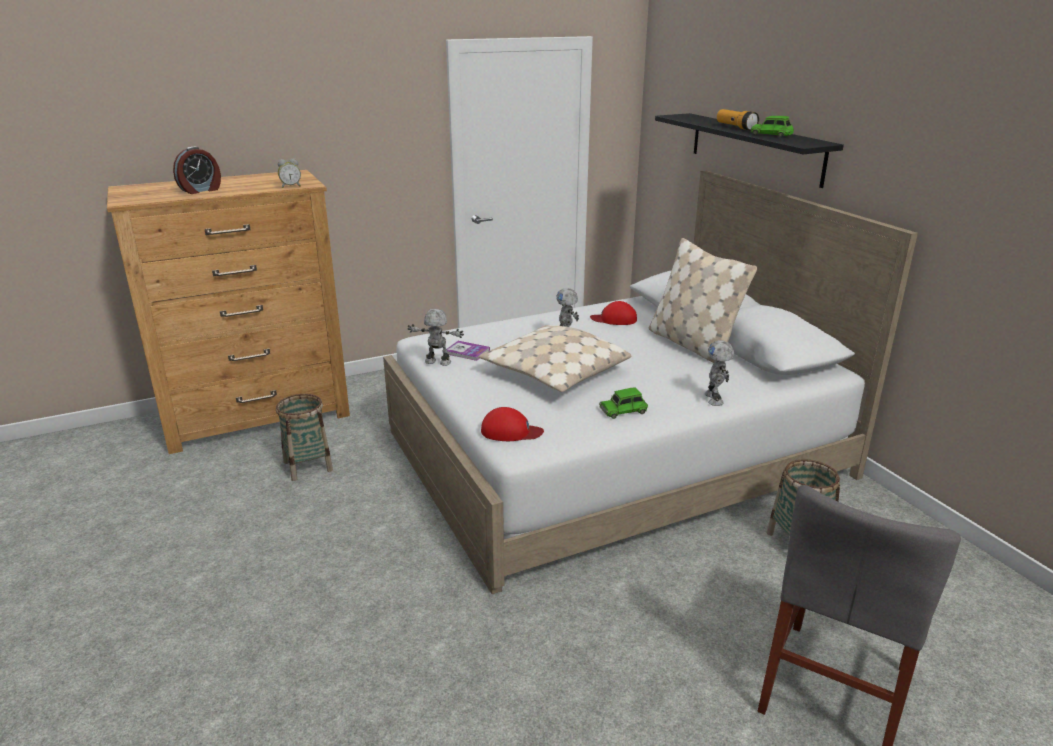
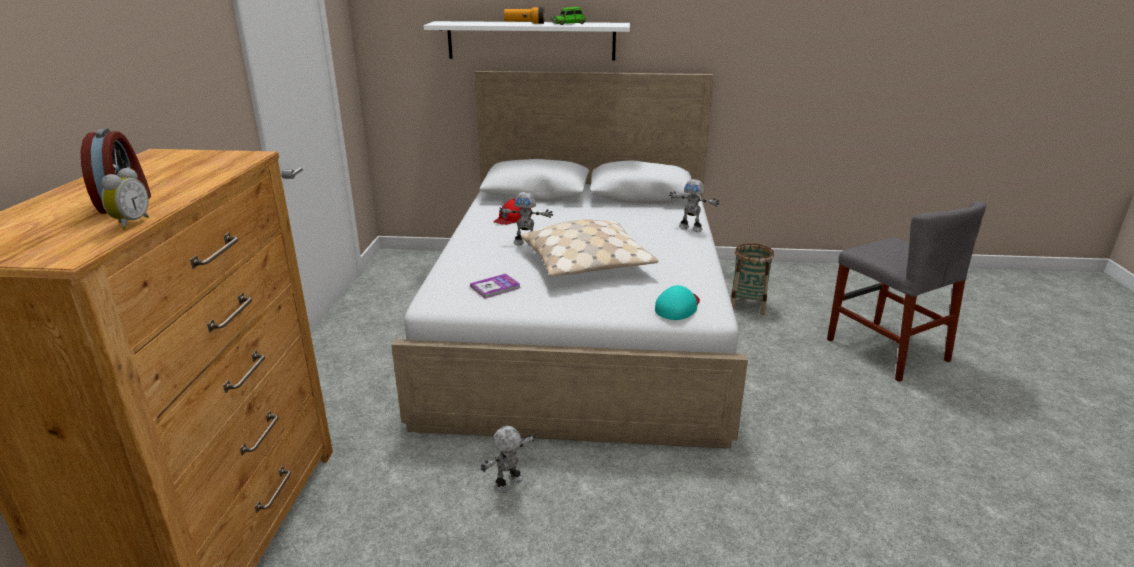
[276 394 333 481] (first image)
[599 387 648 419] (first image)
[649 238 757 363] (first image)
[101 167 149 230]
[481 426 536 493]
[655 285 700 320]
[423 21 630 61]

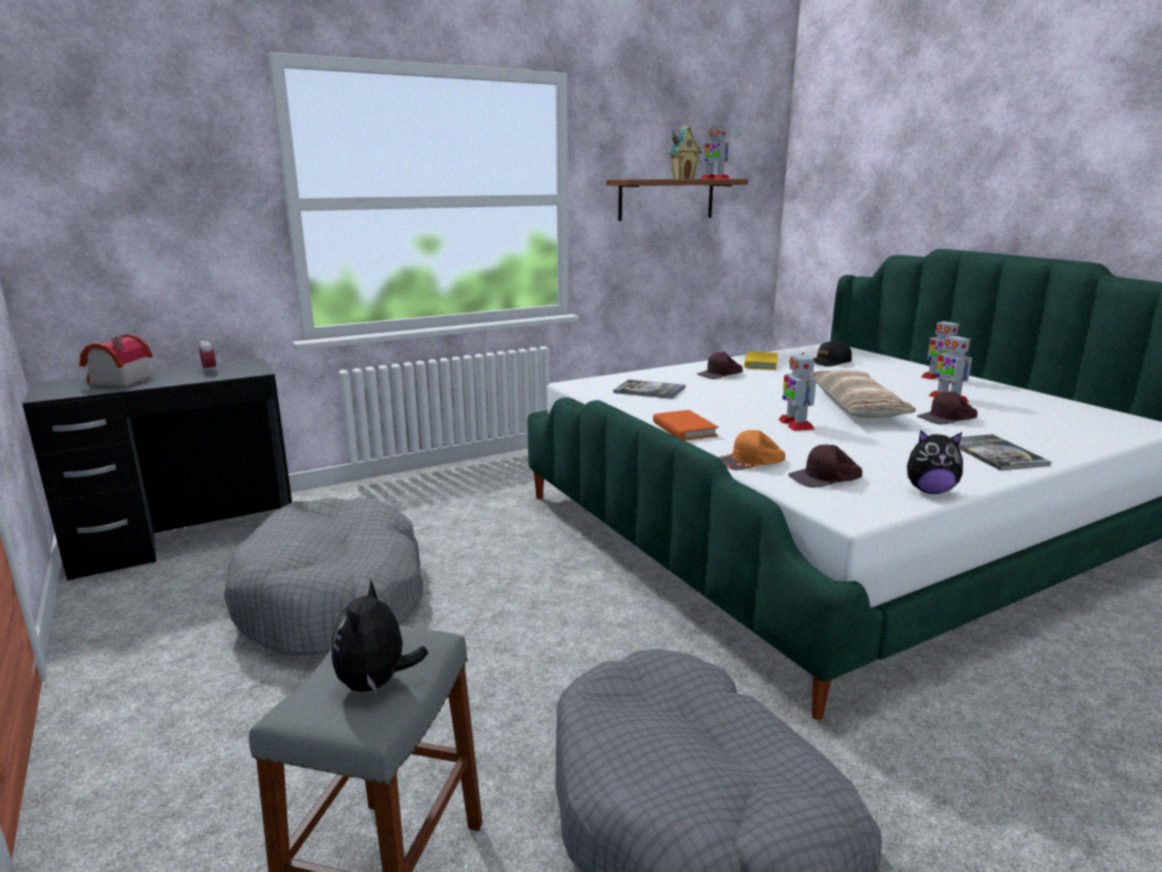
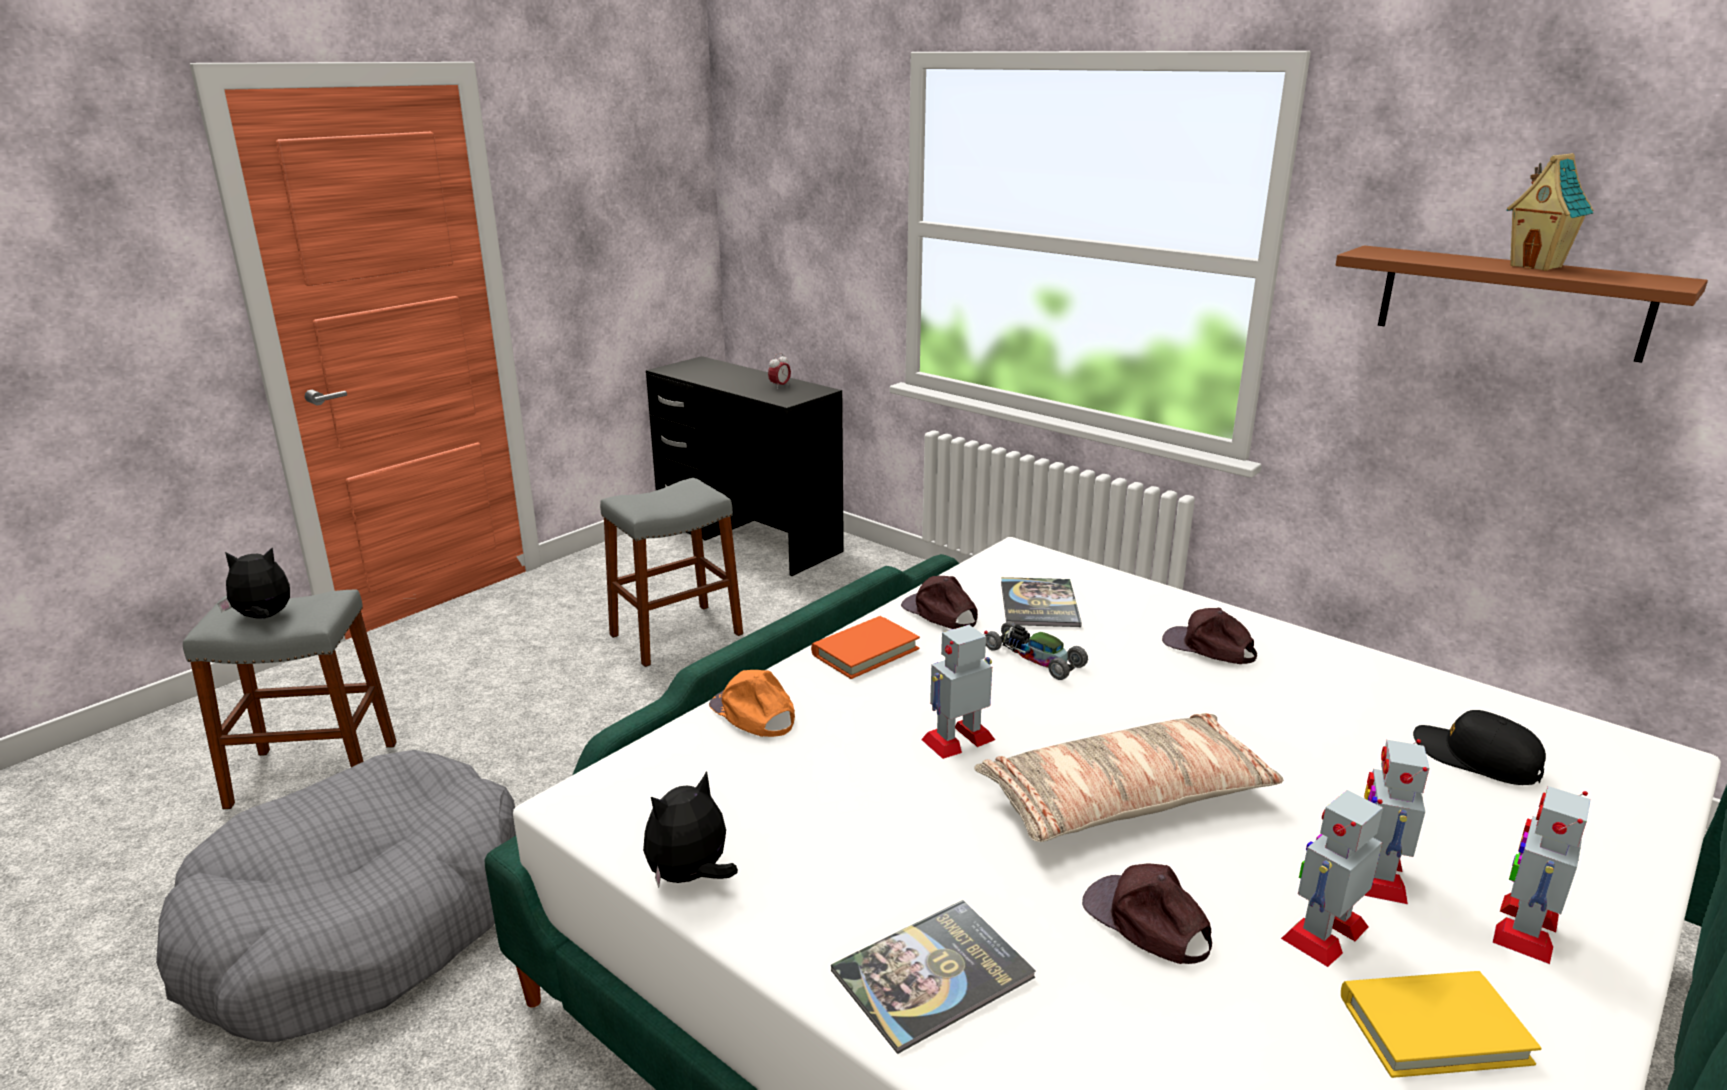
[79 334 153 387] (first image)
[985 621 1088 680]
[1364 739 1429 904]
[1341 971 1542 1078]
[901 576 978 629]
[600 478 743 667]
[643 771 738 888]

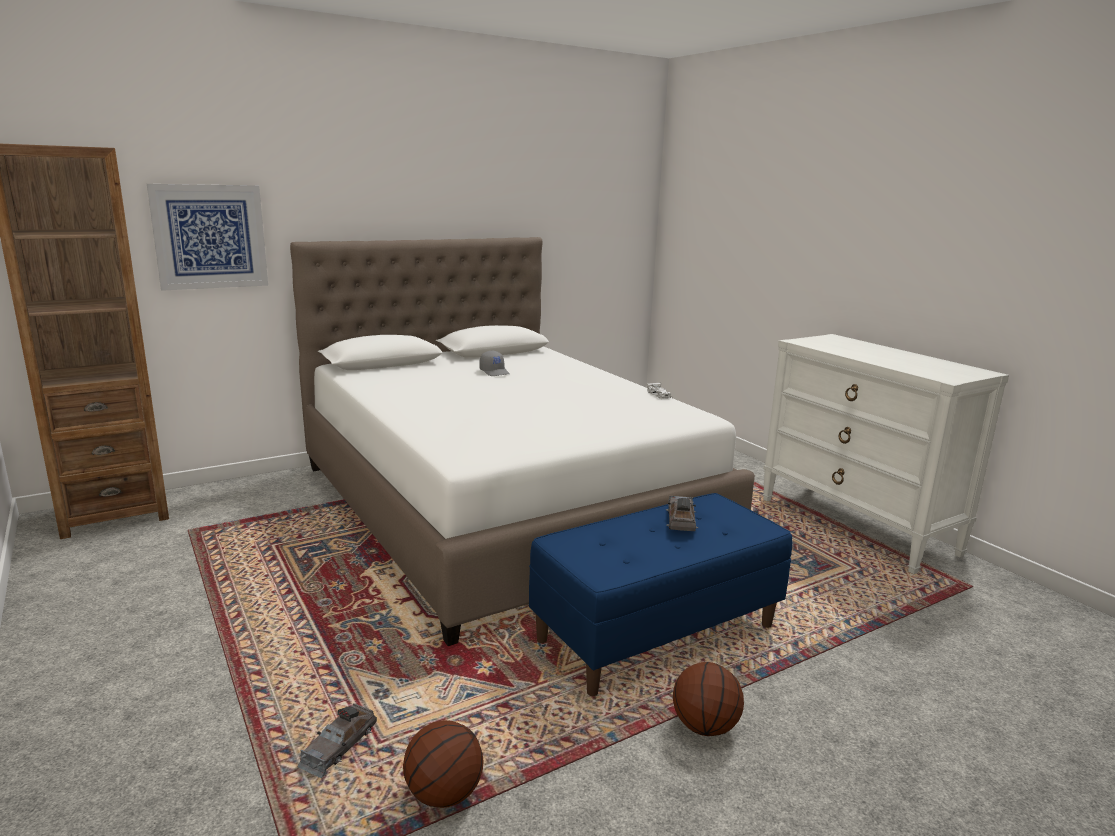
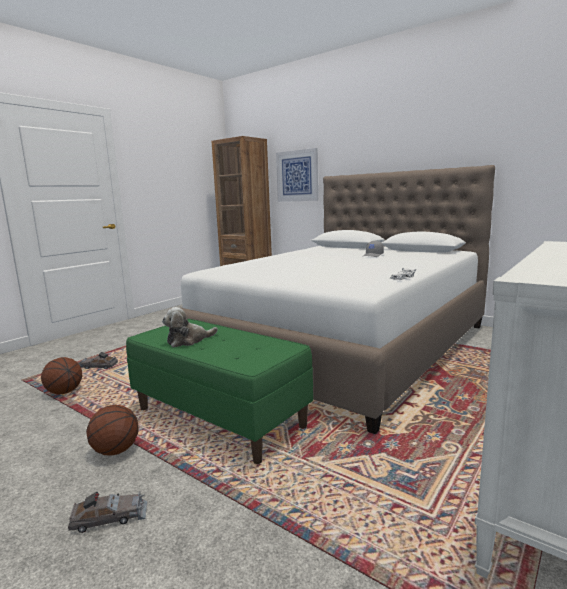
[162 307 218 347]
[68 491 147 533]
[126 319 313 464]

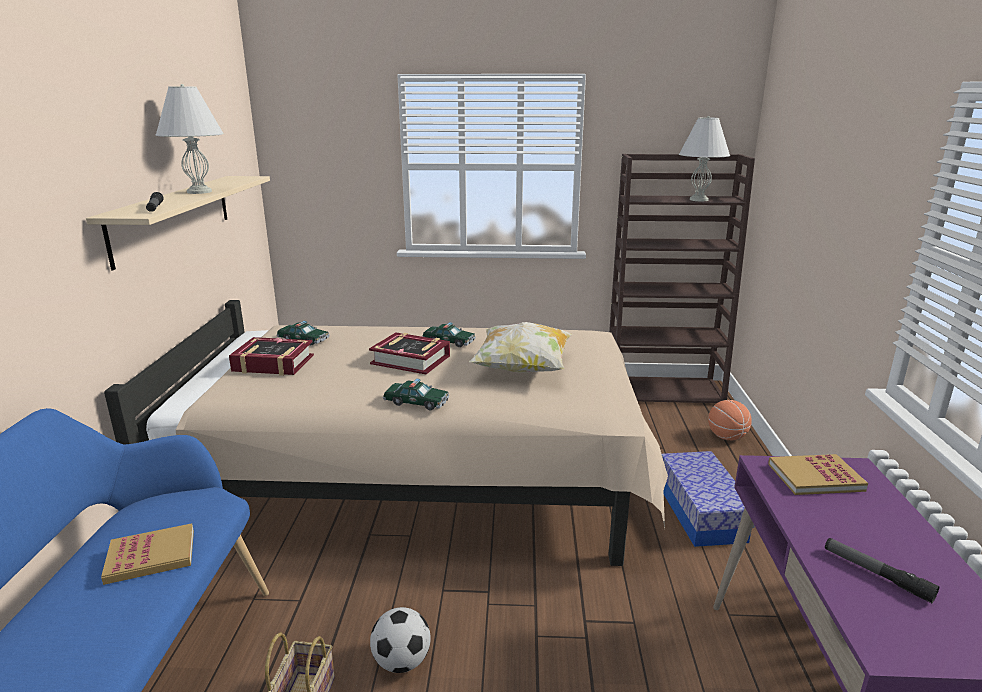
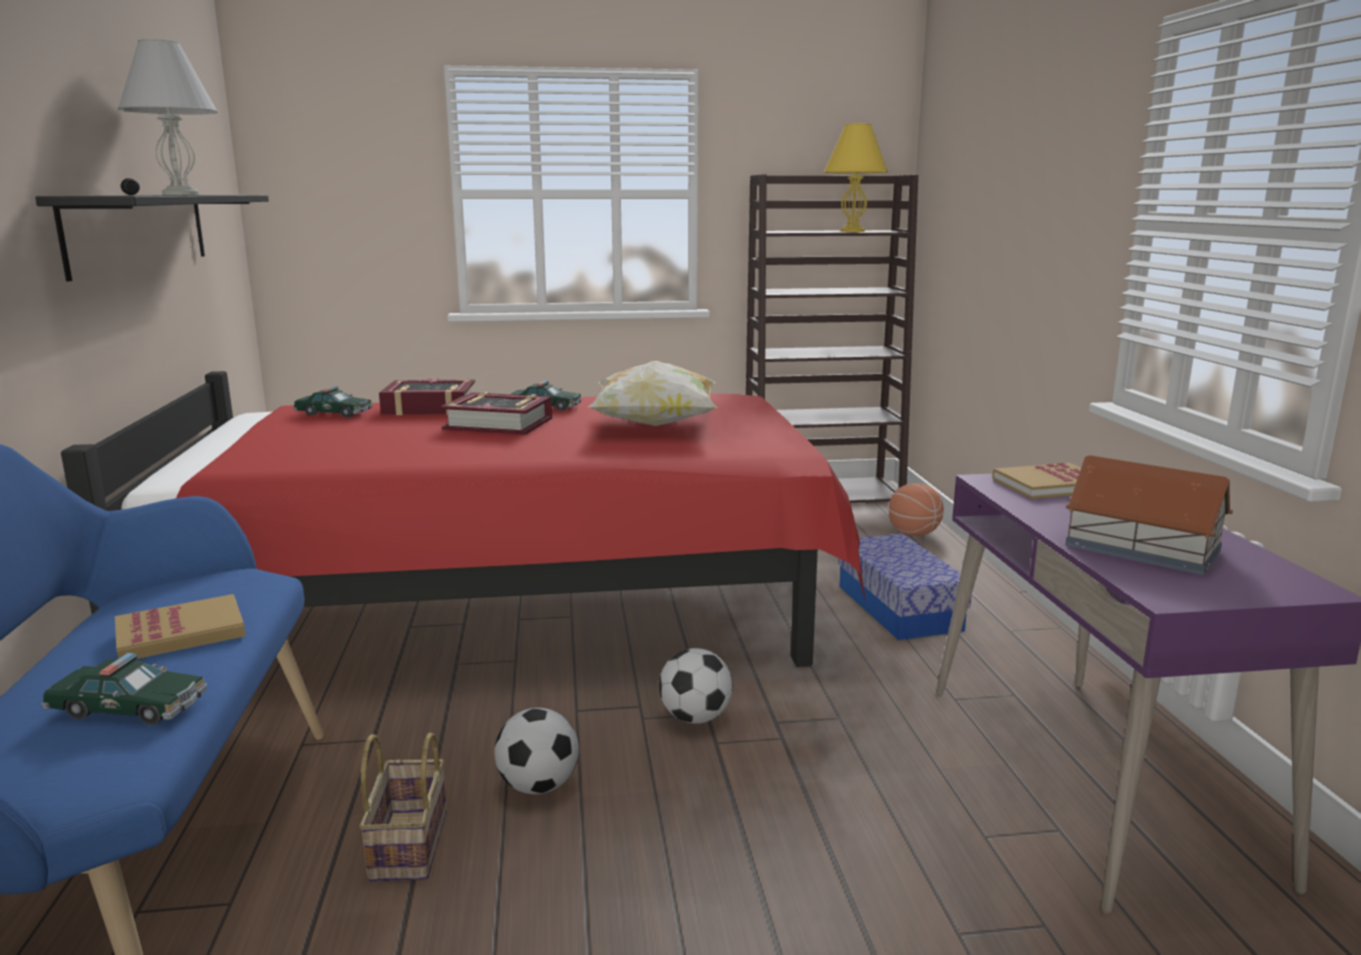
[659 648 733 724]
[379 378 475 415]
[41 653 207 725]
[1065 455 1233 575]
[35 195 269 282]
[61 371 866 667]
[824 122 888 232]

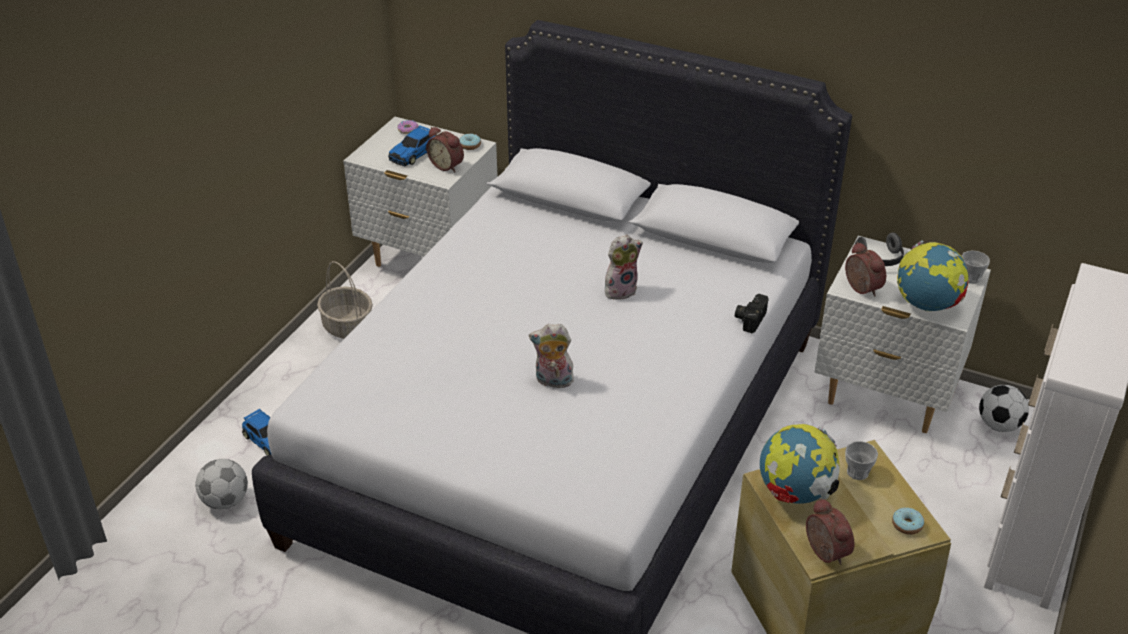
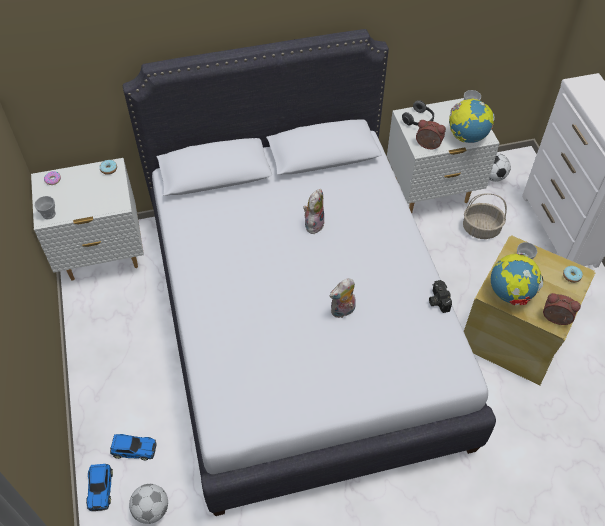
[426 127 464 172] (first image)
[35 196 56 219]
[463 193 507 239]
[86 464 113 511]
[429 280 452 313]

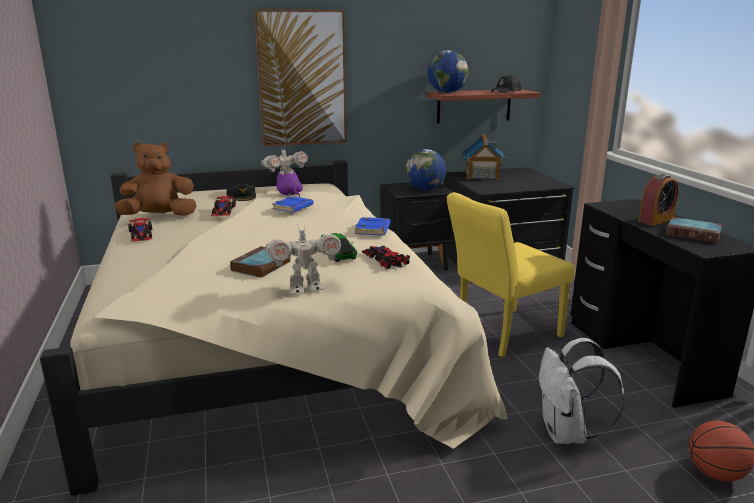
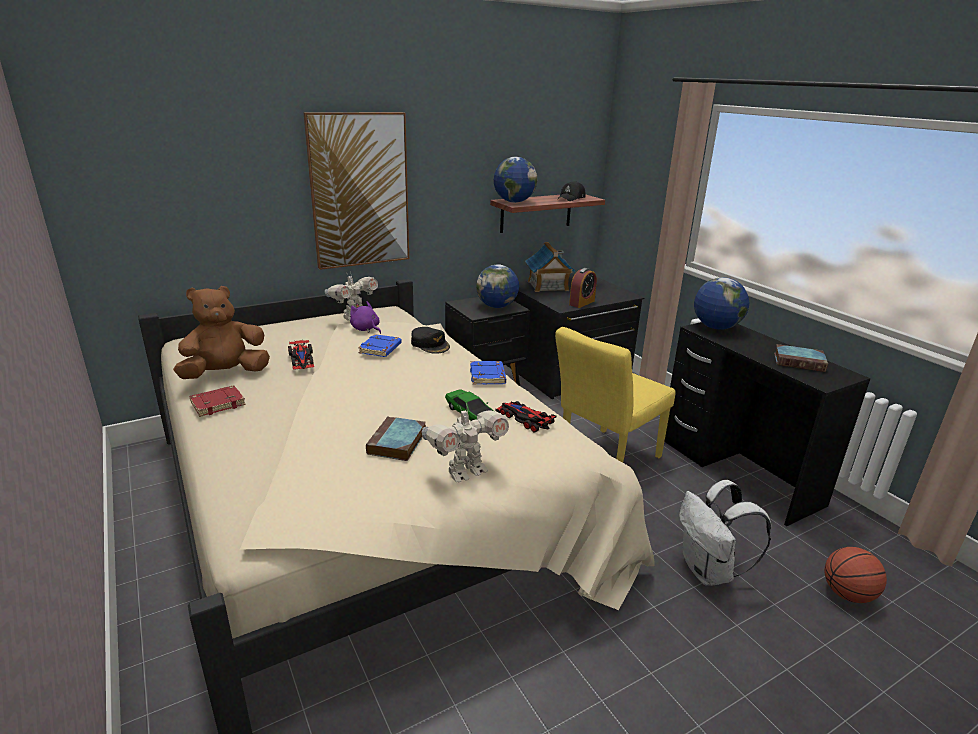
[694 277 749 330]
[411 327 450 354]
[569 268 597 308]
[190 385 246 417]

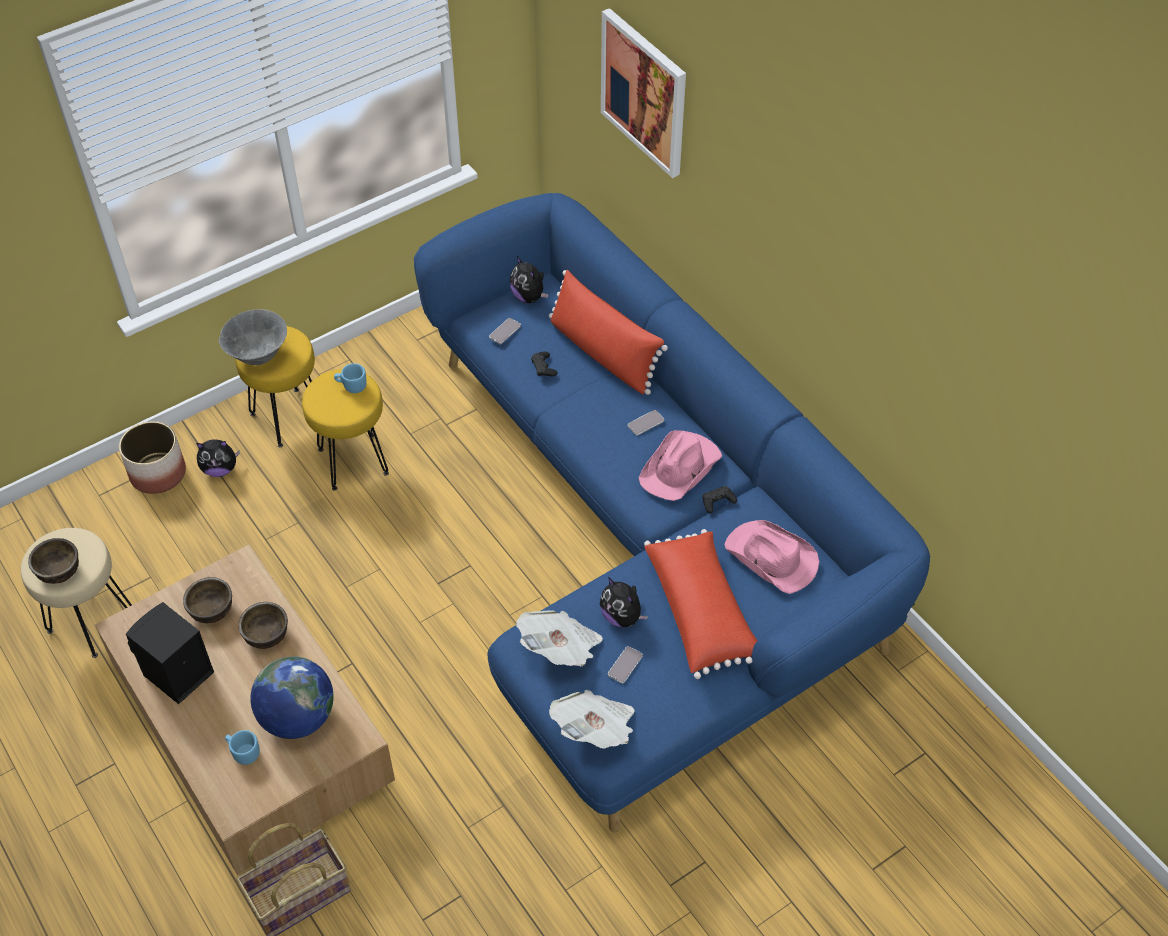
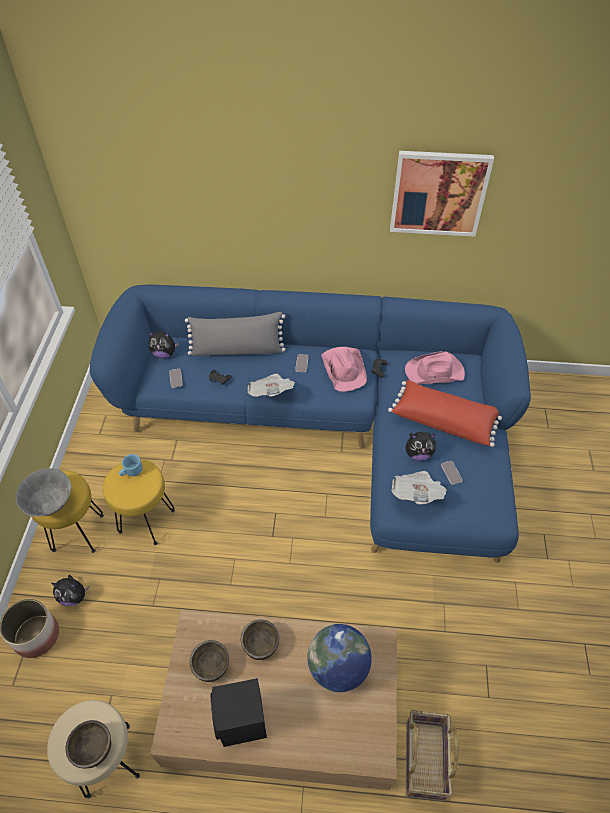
[225 730 260 765] (first image)
[247 374 295 397]
[390 151 494 237]
[185 312 285 356]
[52 575 90 606]

